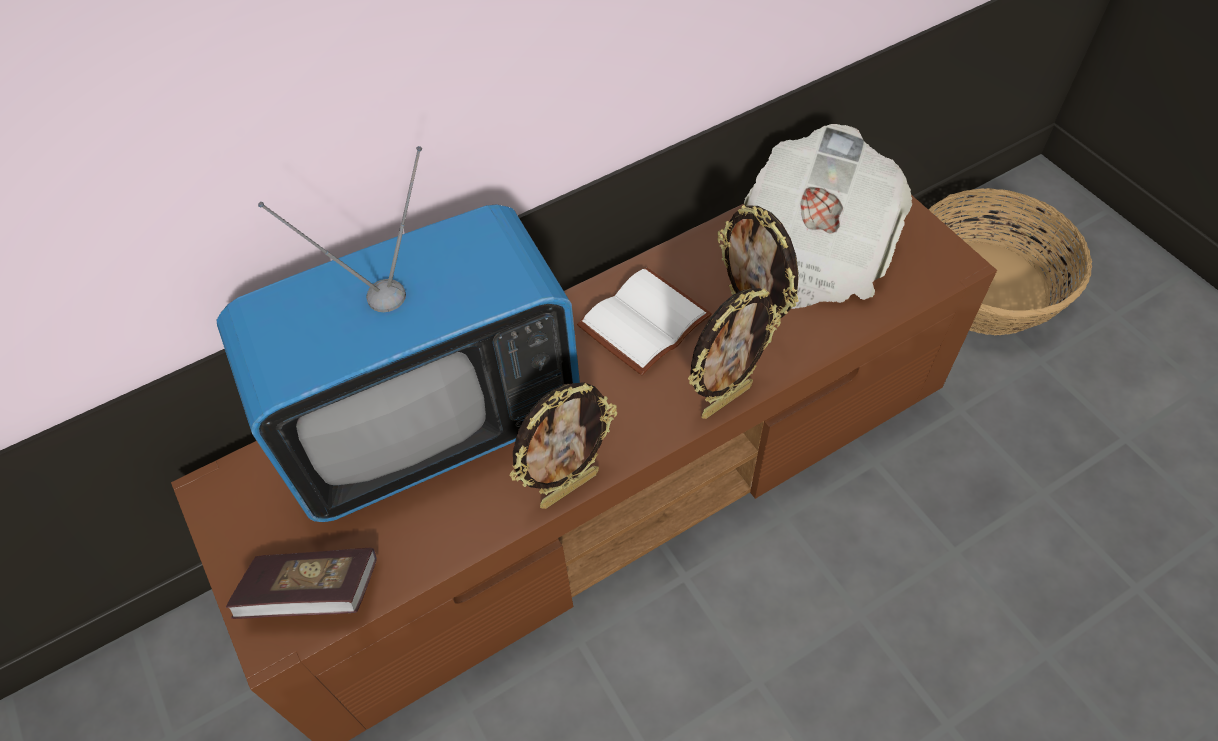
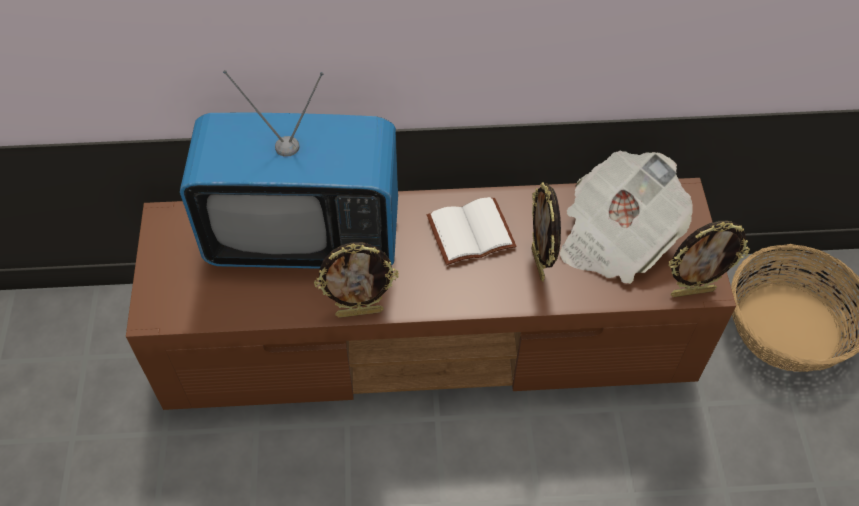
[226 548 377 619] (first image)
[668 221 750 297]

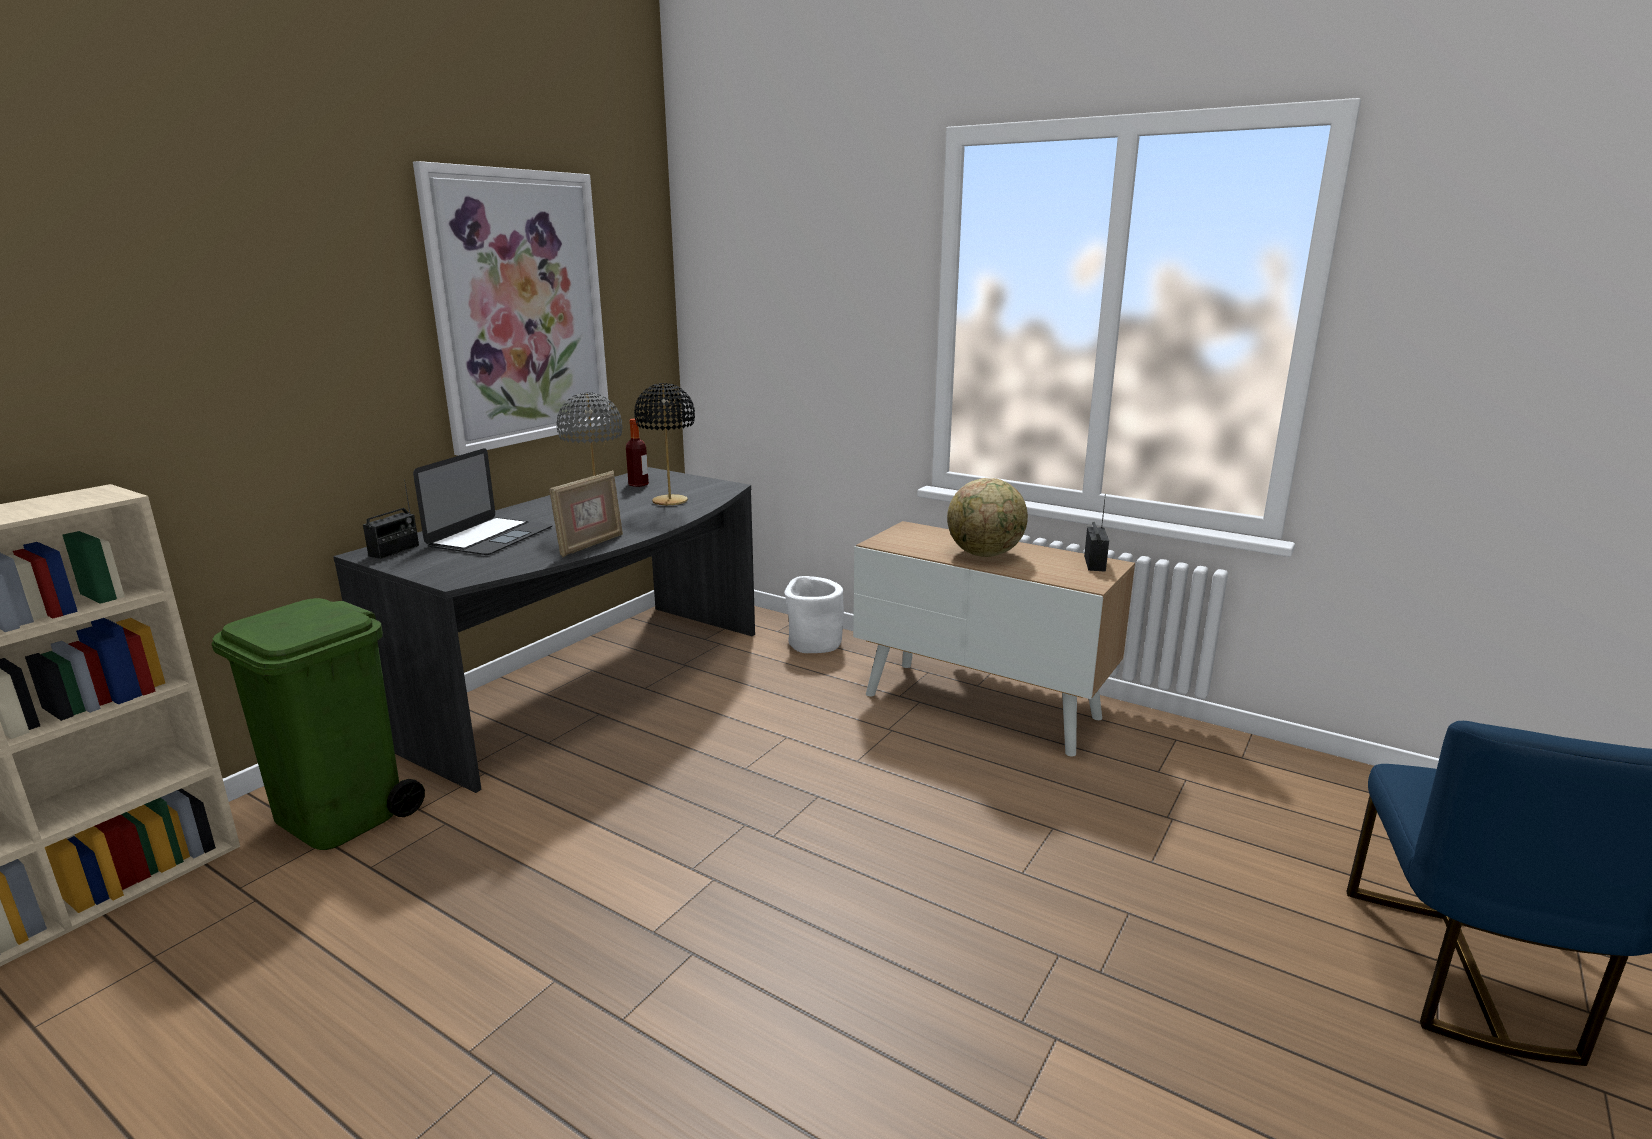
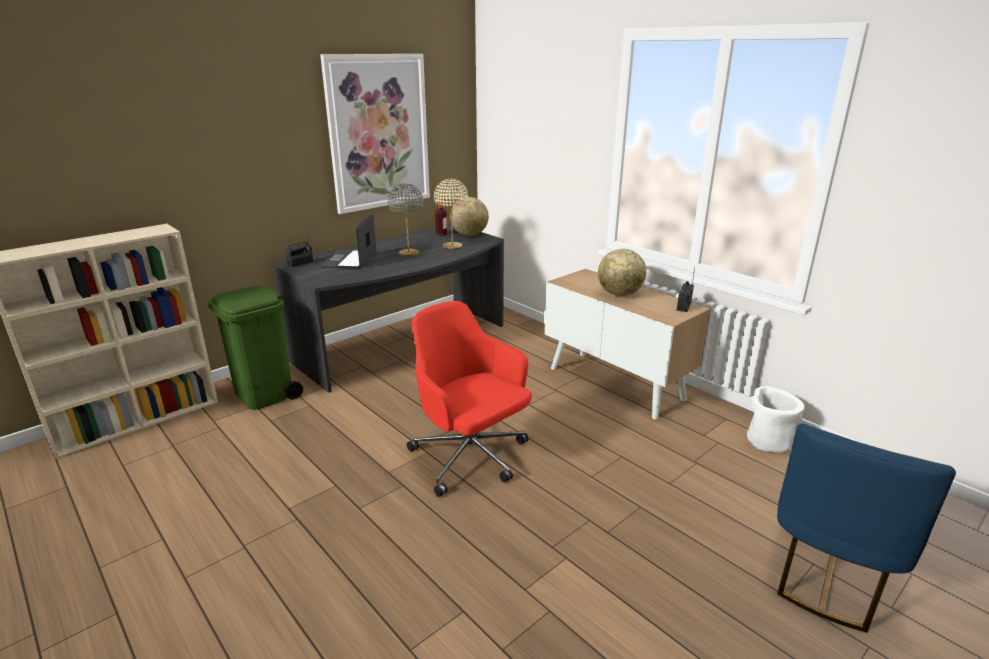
[549 470 623 557] (first image)
[407 301 532 497]
[450 197 489 236]
[747 386 805 453]
[434 178 468 249]
[320 213 376 269]

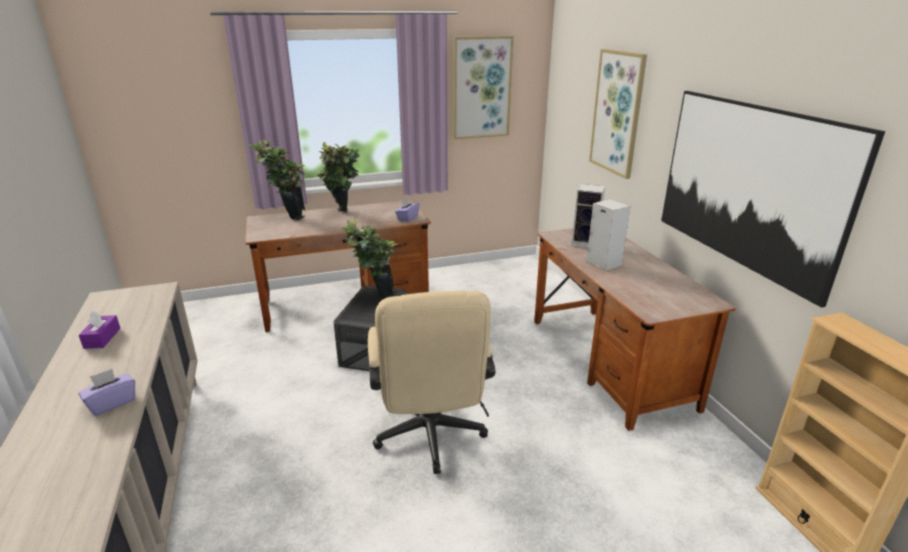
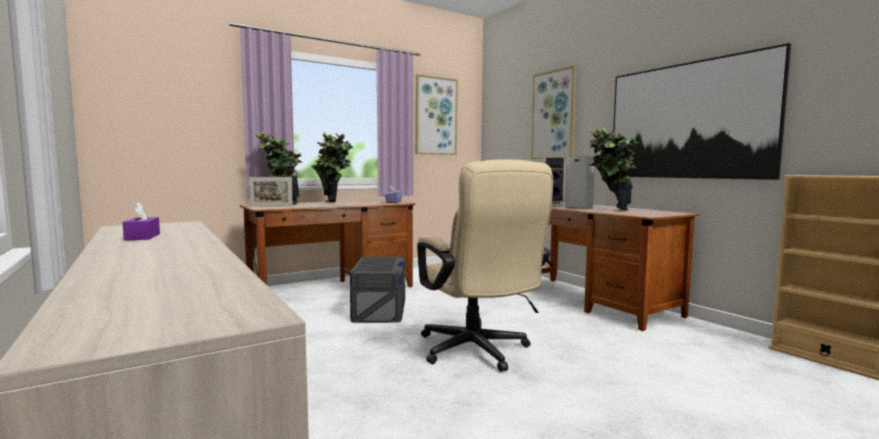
[78 369 135 416] (first image)
[249 177 293 207]
[589 128 639 210]

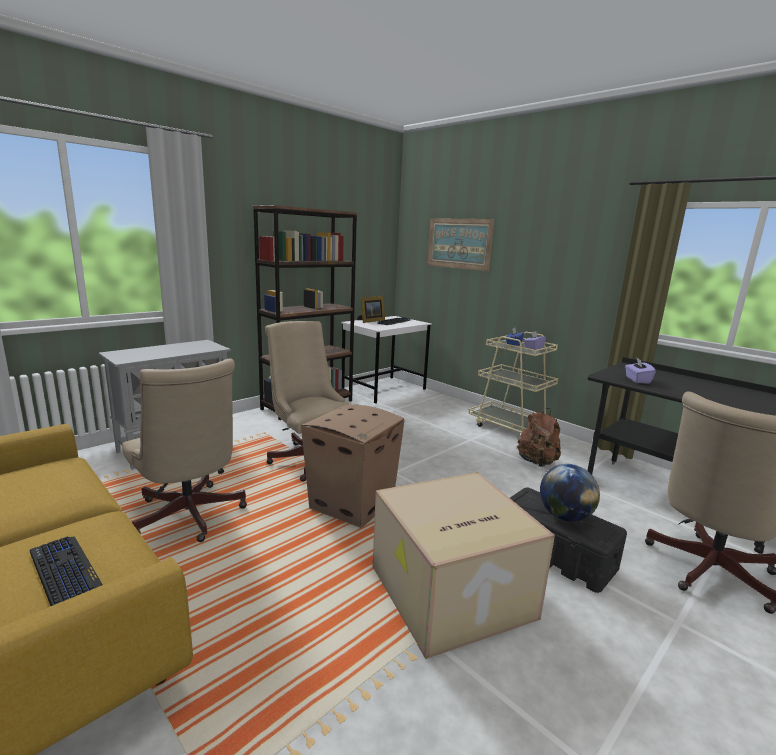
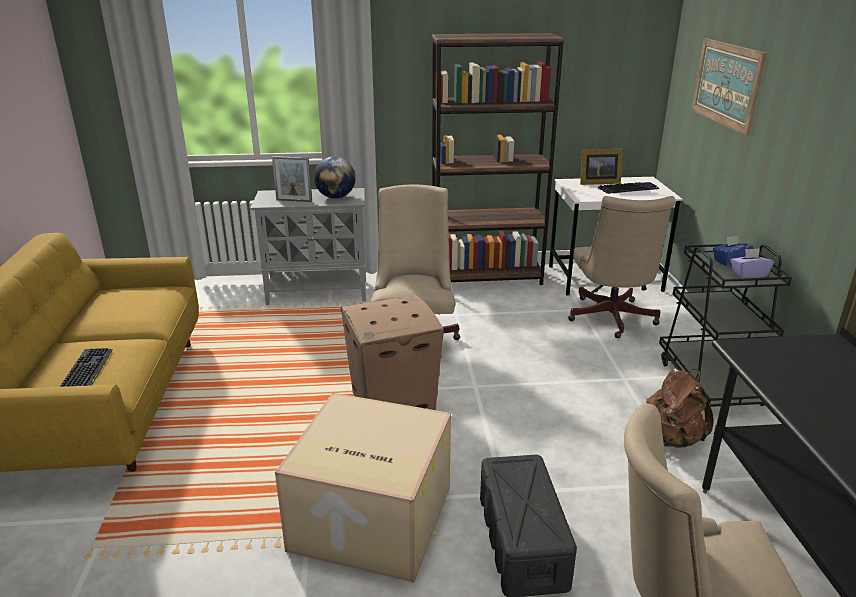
[625 358 656 384] (first image)
[272 156 312 202]
[568 196 675 338]
[314 156 356 198]
[659 243 792 407]

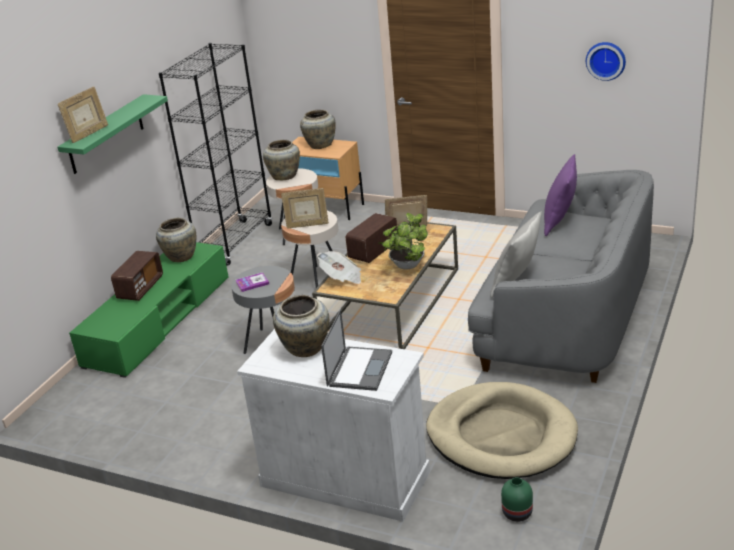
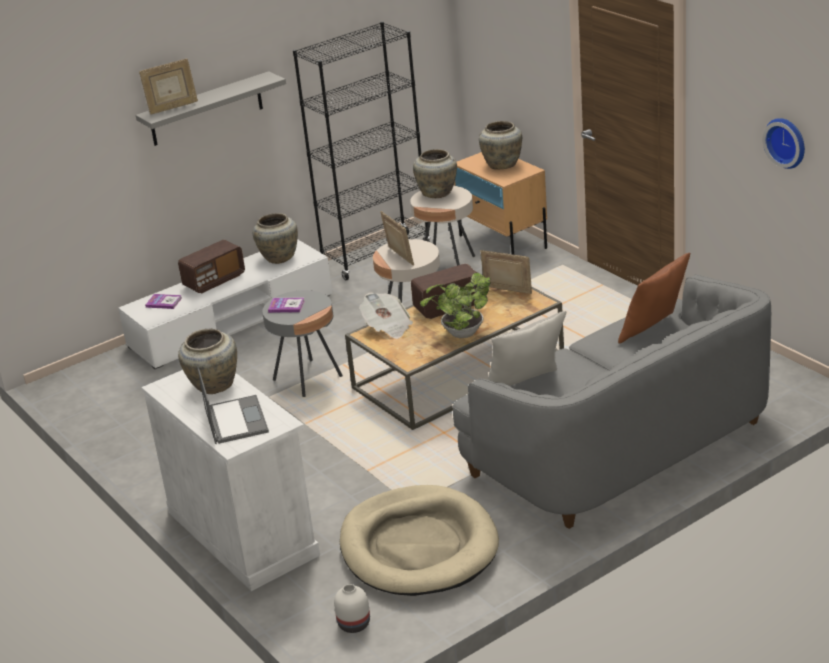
[145 294 182 309]
[136 71 286 146]
[118 239 332 369]
[334 584 370 633]
[618 253 690 343]
[380 211 414 266]
[197 366 269 444]

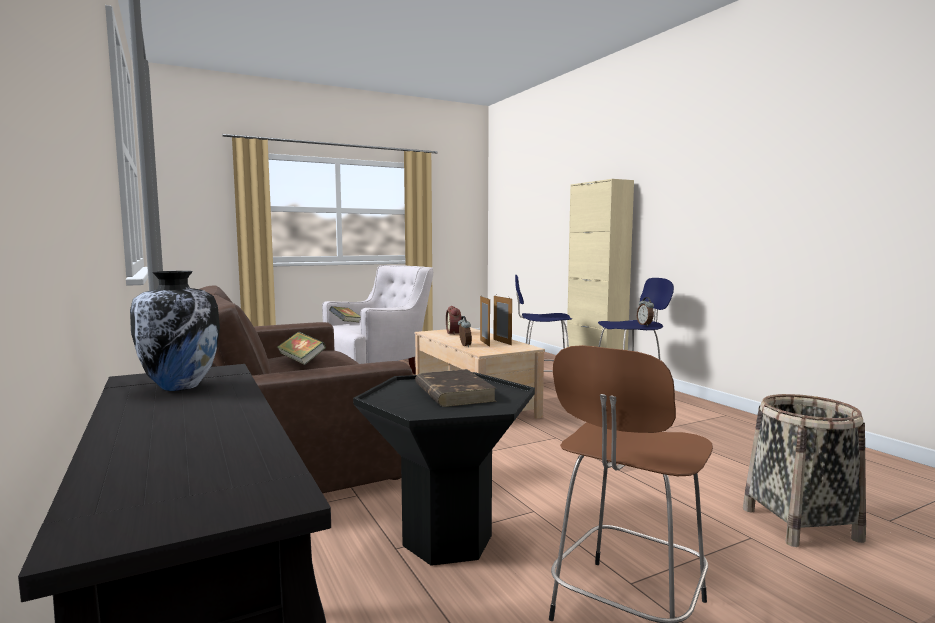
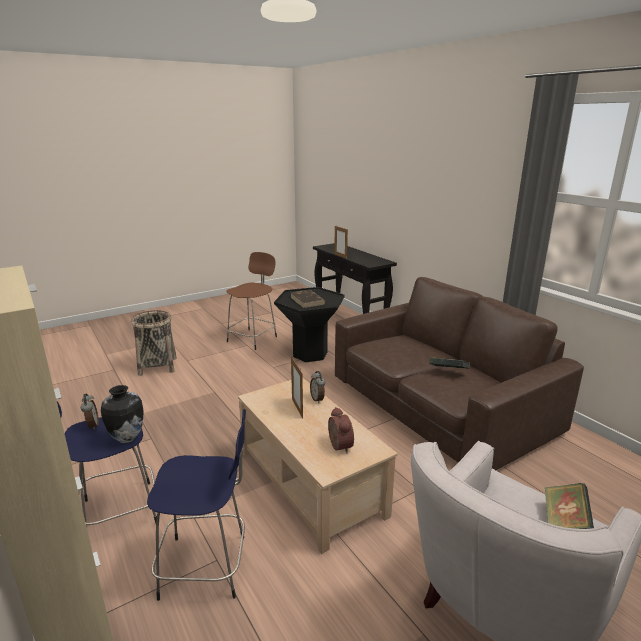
[101 385 143 443]
[334 226 348 259]

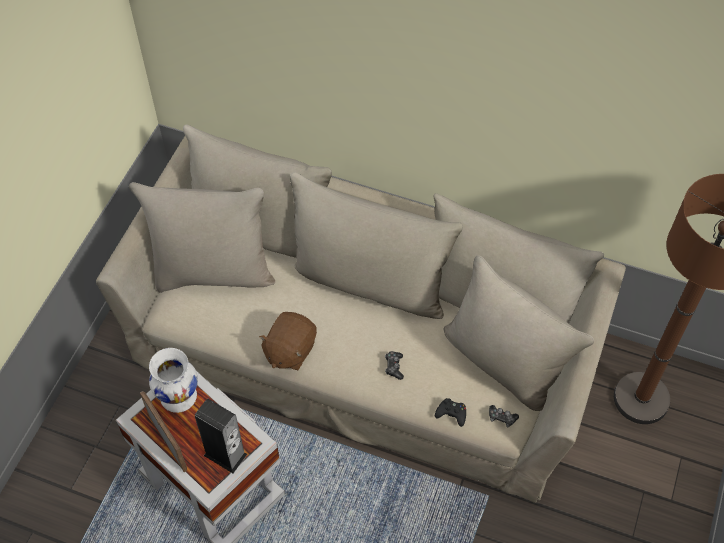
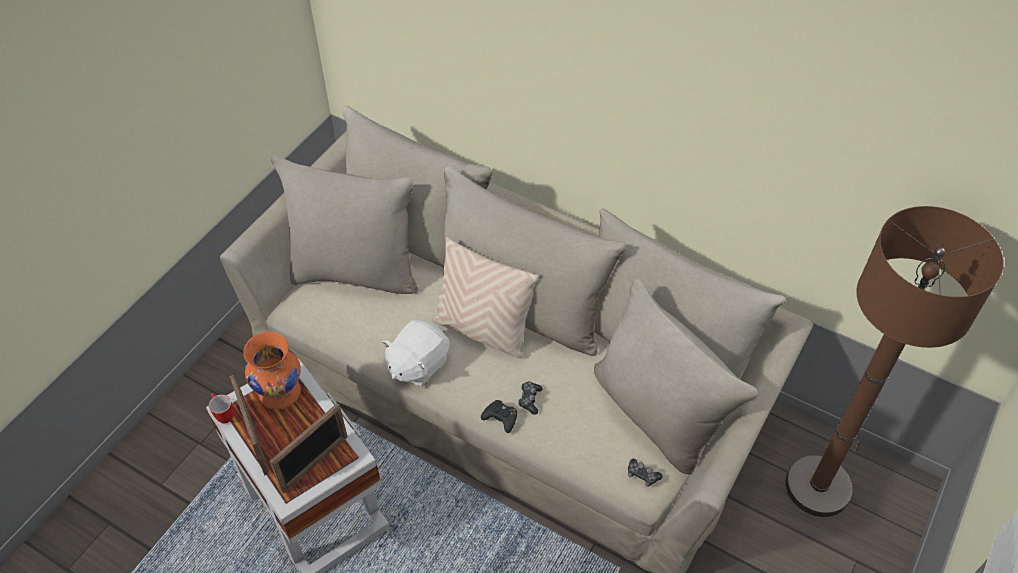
[209 393 233 423]
[432 237 539 359]
[481 400 517 433]
[269 403 348 493]
[243 332 301 410]
[382 320 450 387]

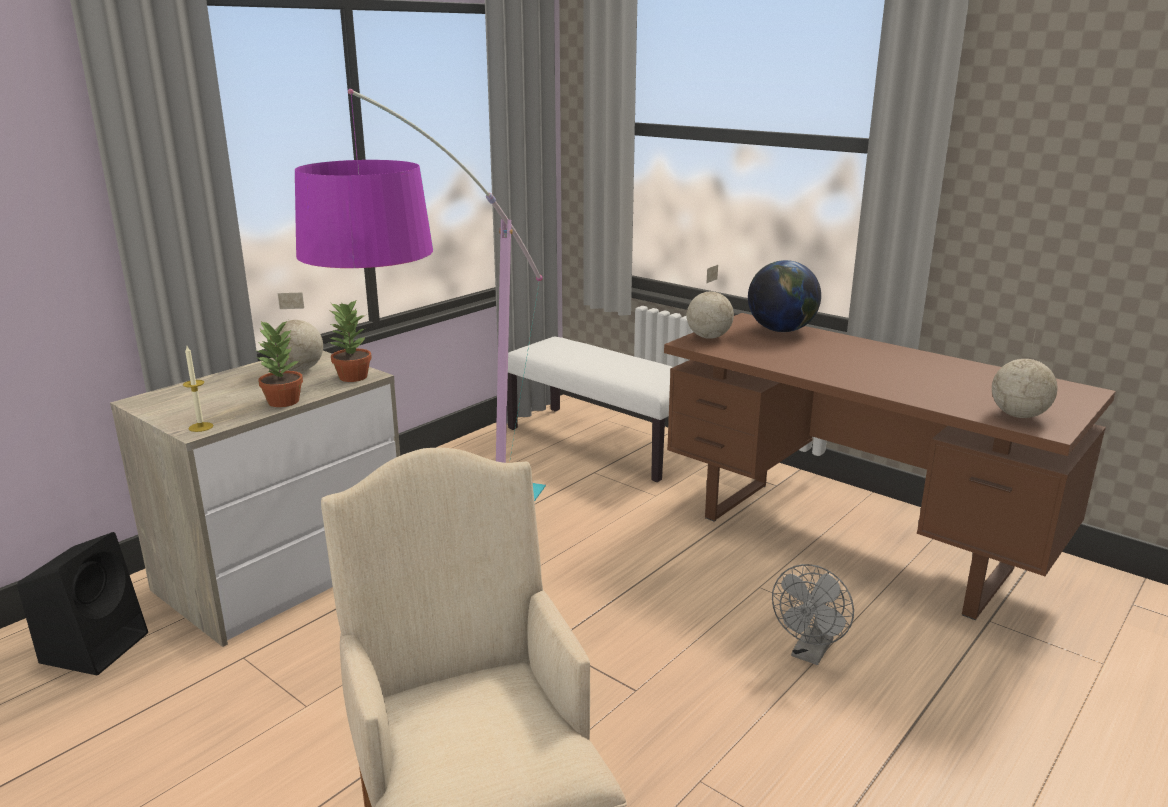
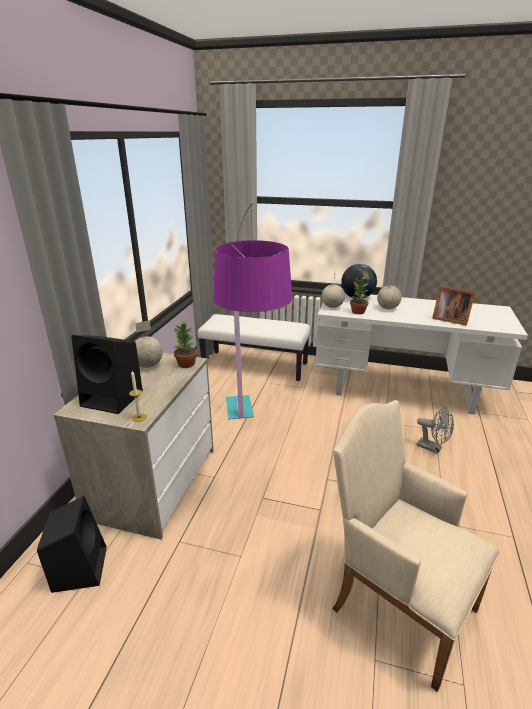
[71 335 143 414]
[432 286 475 326]
[350 276 368 314]
[377 272 402 309]
[315 293 528 414]
[417 407 454 454]

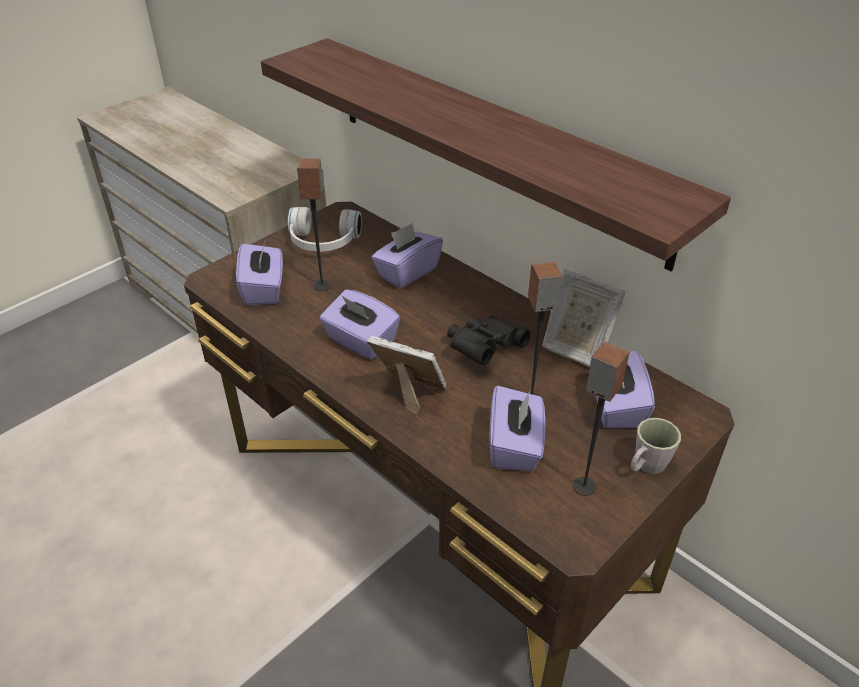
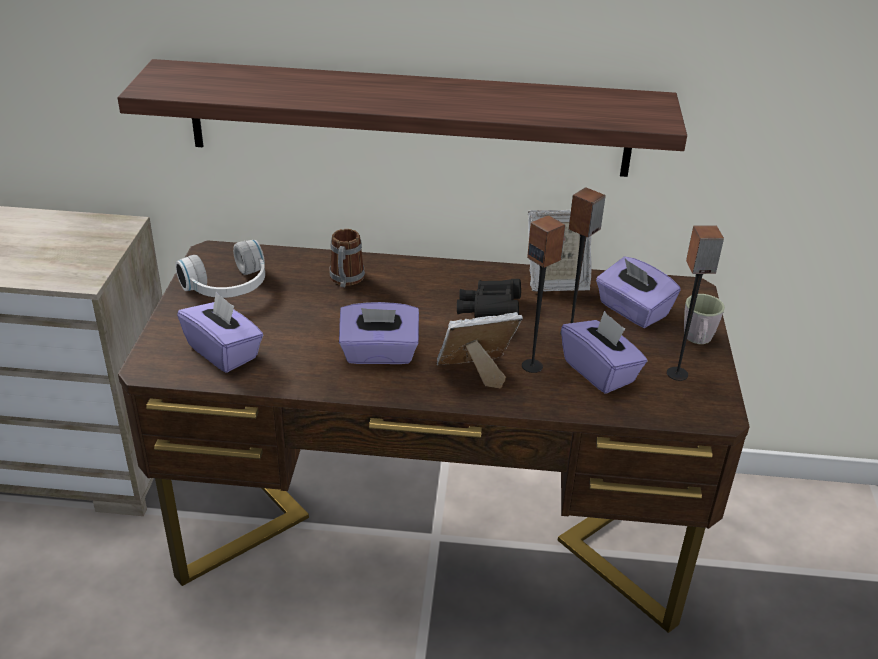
[522 215 566 373]
[329 229 365 287]

